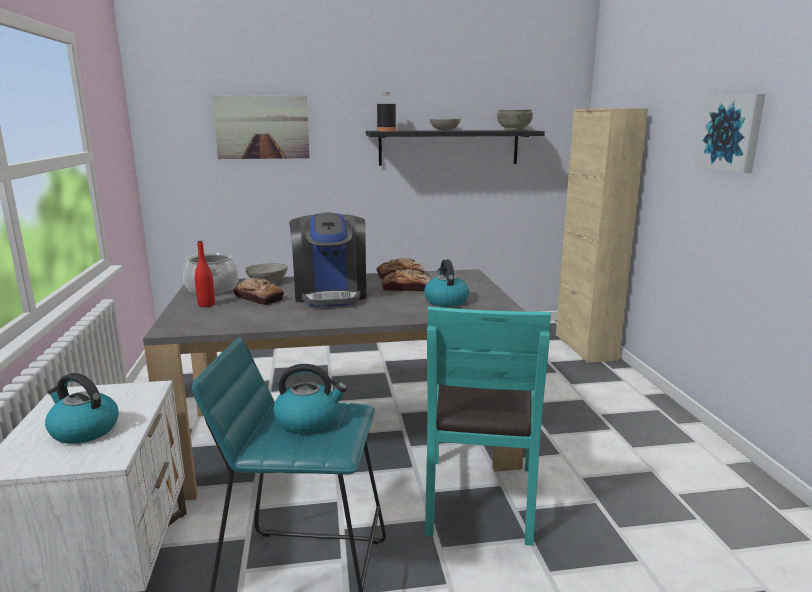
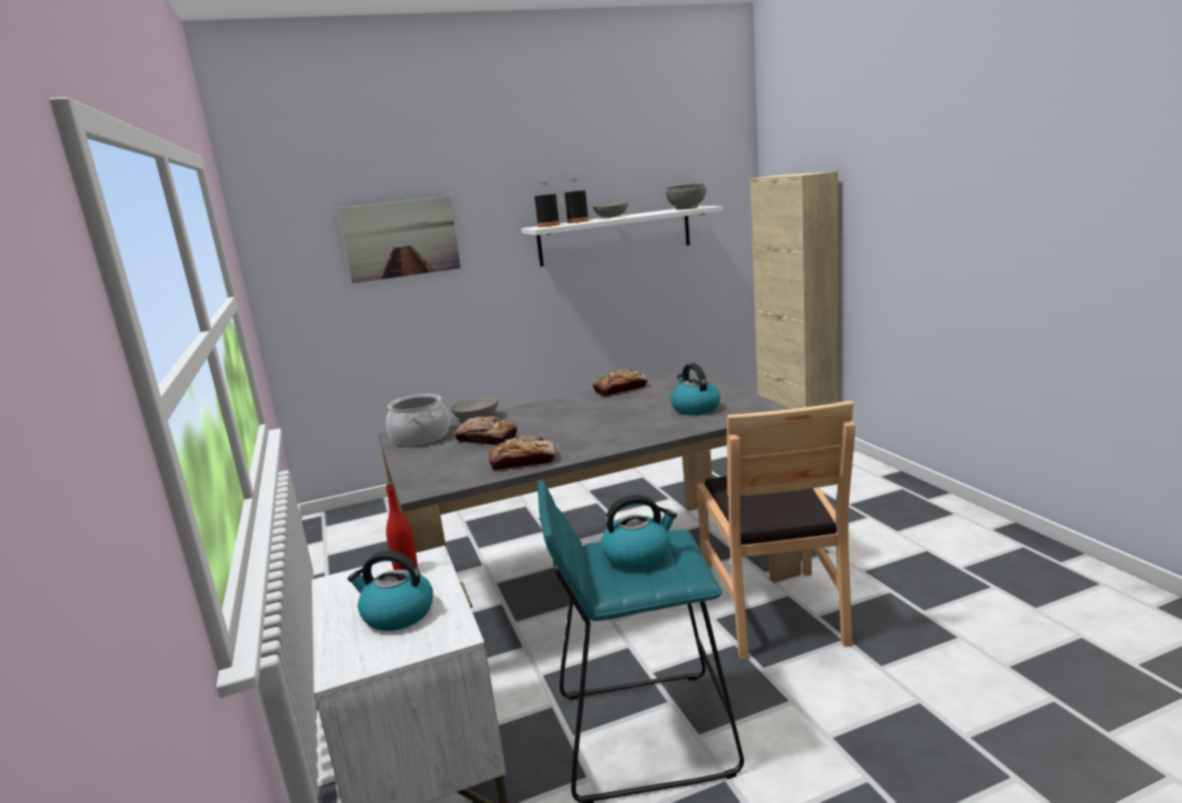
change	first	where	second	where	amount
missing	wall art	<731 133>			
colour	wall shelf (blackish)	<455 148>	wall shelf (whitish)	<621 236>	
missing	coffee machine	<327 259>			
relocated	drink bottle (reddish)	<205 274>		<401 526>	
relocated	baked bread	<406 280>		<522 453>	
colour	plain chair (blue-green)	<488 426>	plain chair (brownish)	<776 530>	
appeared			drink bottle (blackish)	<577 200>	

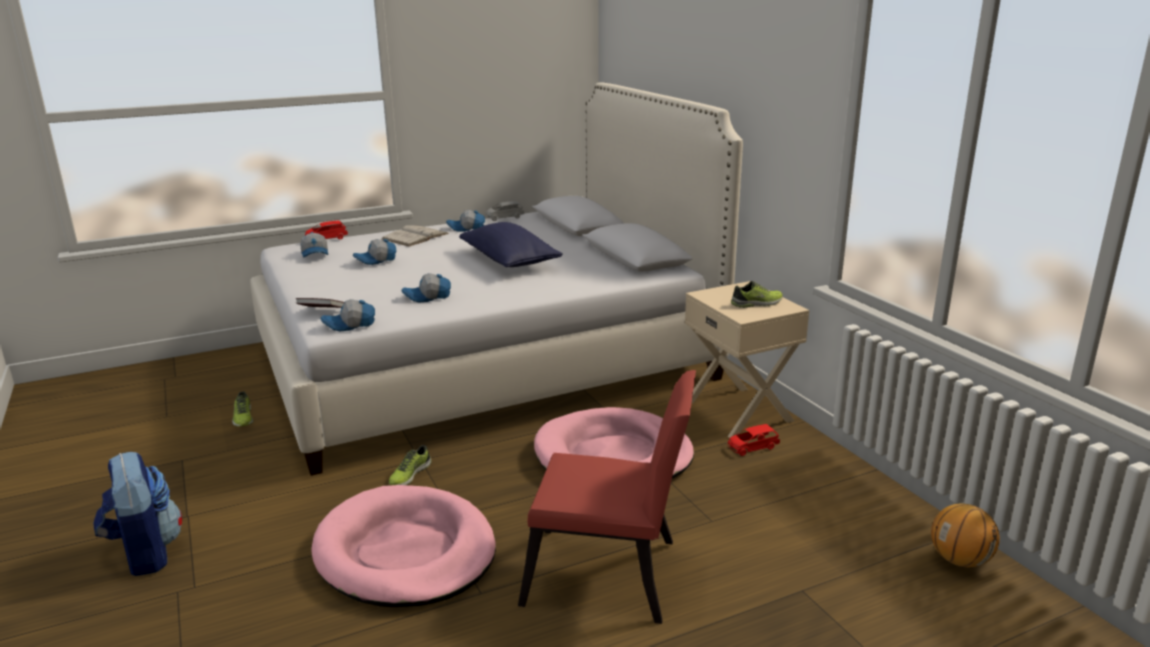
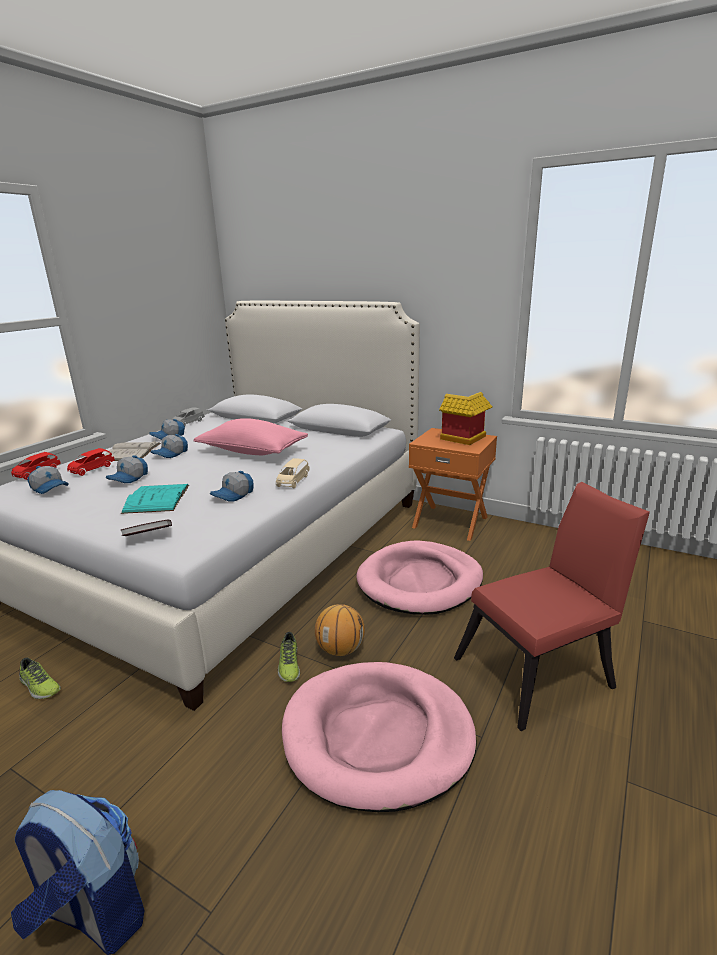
change	first	where	second	where	amount
colour	pillow (blue)	<511 244>	pillow (pink-coloured)	<250 436>	
colour	night table (beige-coloured)	<747 359>	night table (orangey)	<453 484>	
exchanged	low shoe	<757 294>	miniature house	<466 418>	
relocated	cap	<348 315>		<169 446>	
relocated	model car (reddish)	<754 440>		<91 462>	
relocated	basketball ball	<965 535>		<340 630>	
appeared			model car (beige-coloured)	<293 473>	
appeared			book (blue-green)	<155 499>	

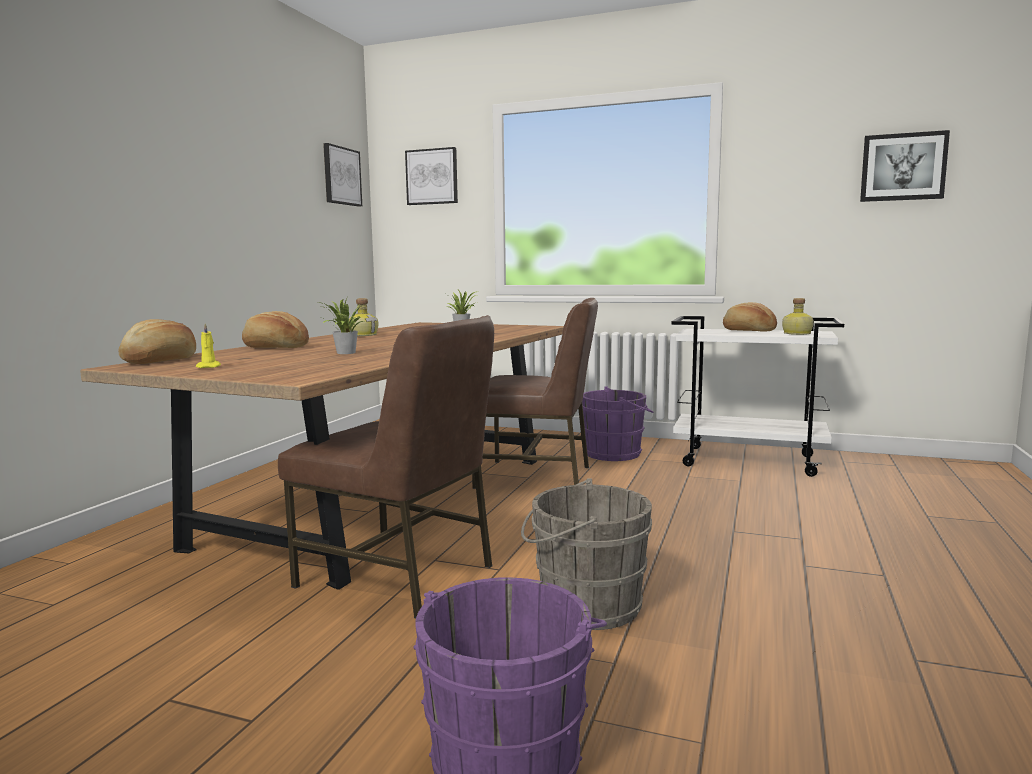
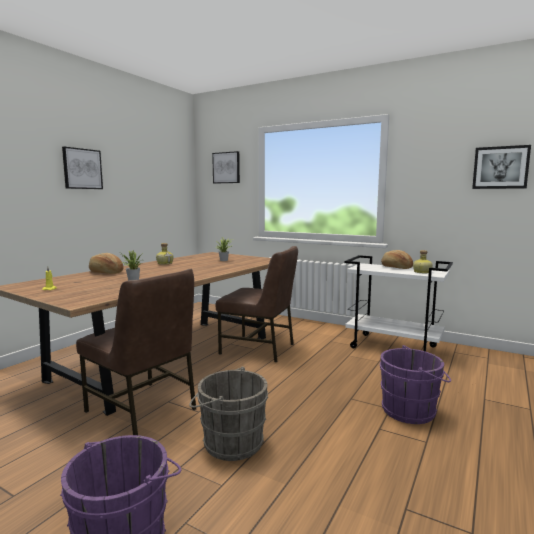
change	first	where	second	where	amount
relocated	wall art	<342 175>		<82 168>	
missing	baked bread	<157 341>			
relocated	bucket (purple-coloured)	<617 423>		<415 384>	

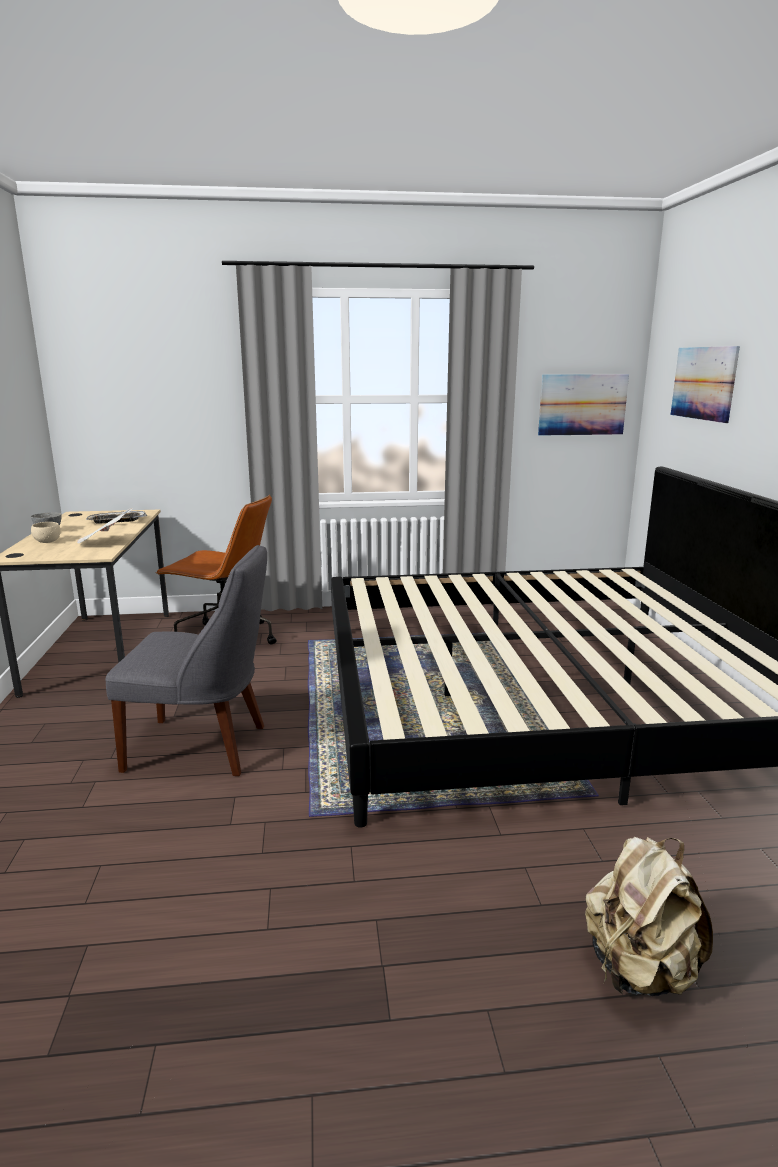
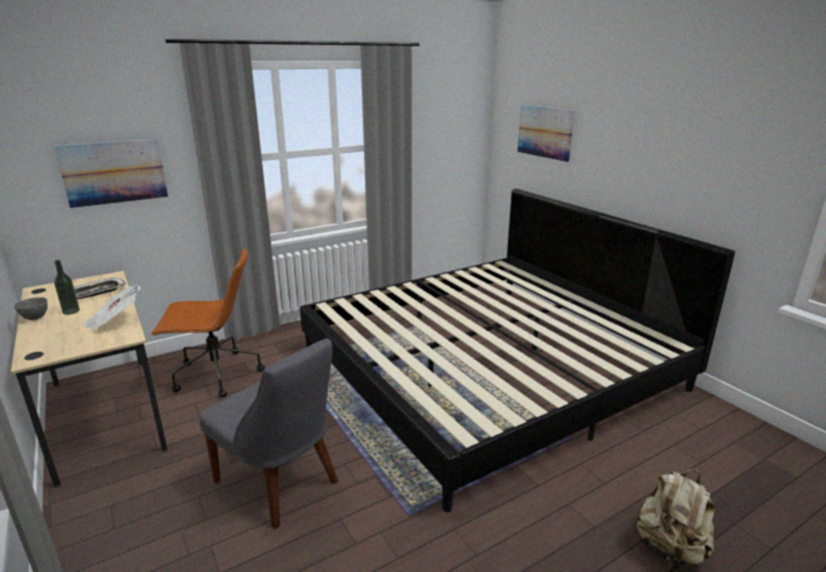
change	first	where	second	where	amount
relocated	wall art	<583 405>		<111 173>	
missing	serving bowl (beige-coloured)	<46 532>			
spun	plain chair (grey)	<186 660>		<268 433>	60 degrees clockwise
appeared			drink bottle	<67 287>	

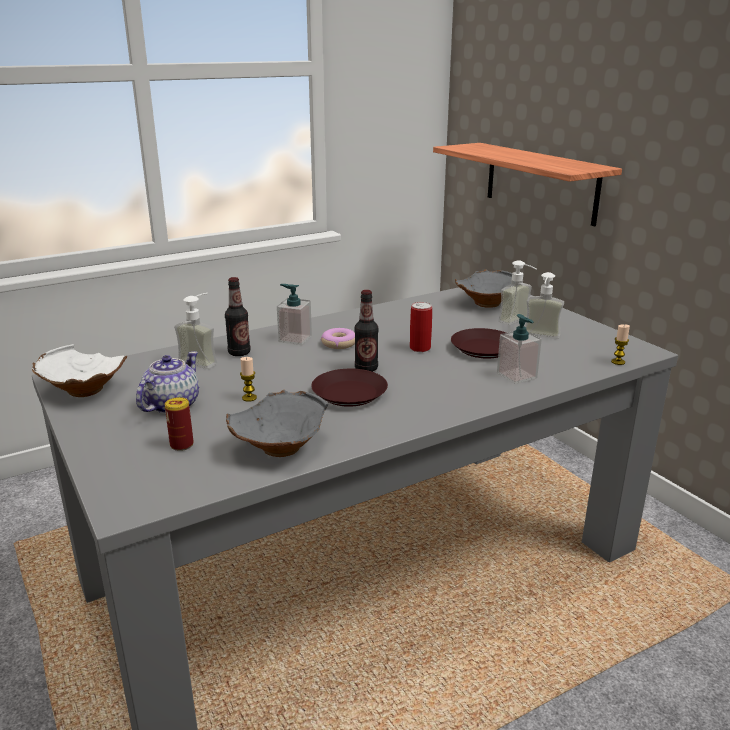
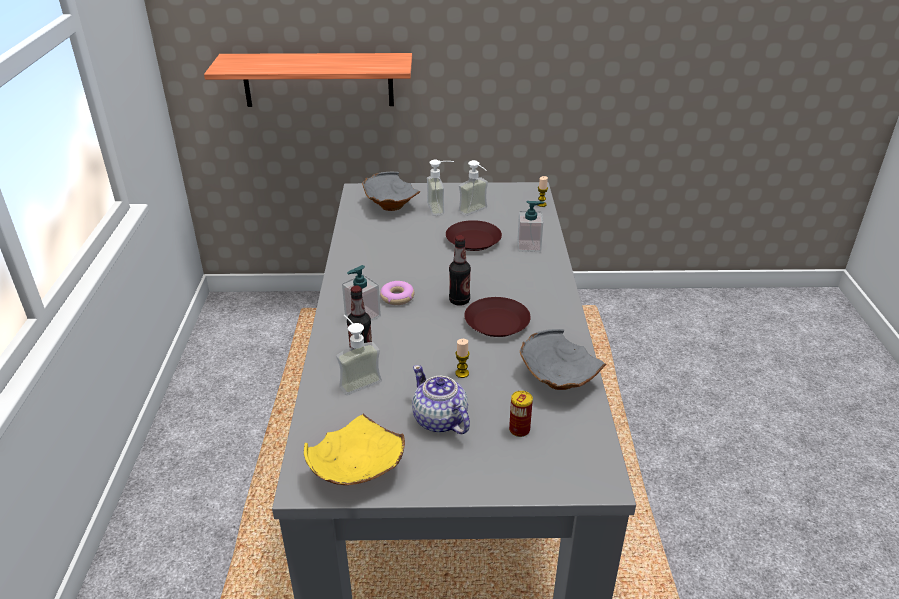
change	first	where	second	where	amount
missing	can	<421 327>			
colour	serving bowl (whitish)	<79 370>	serving bowl (yellowish)	<354 449>	

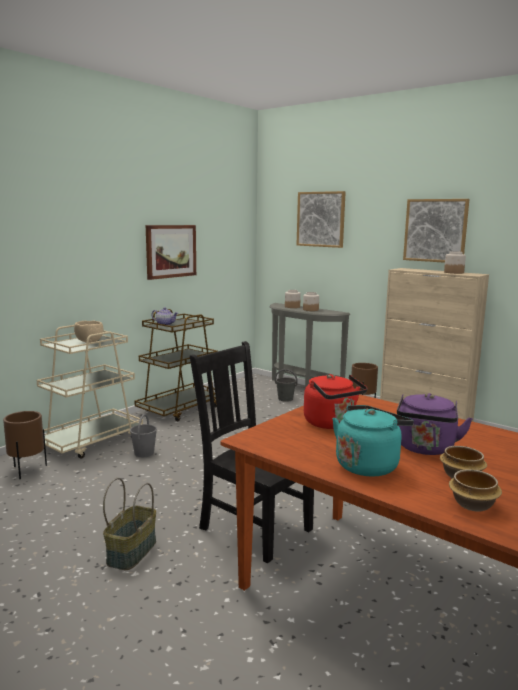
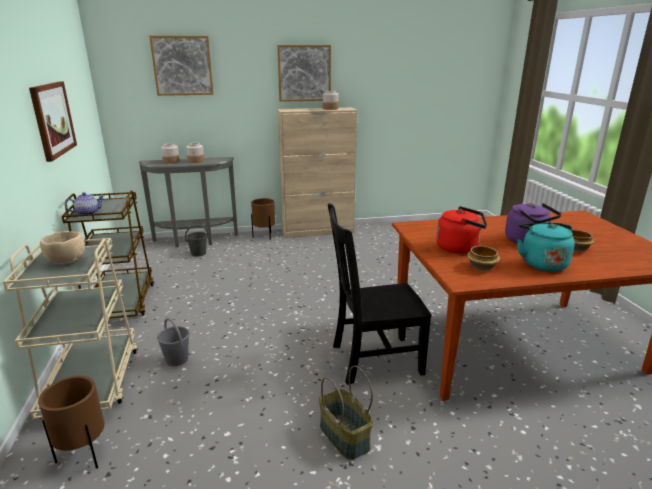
change	first	where	second	where	amount
relocated	serving bowl	<475 490>		<483 258>	

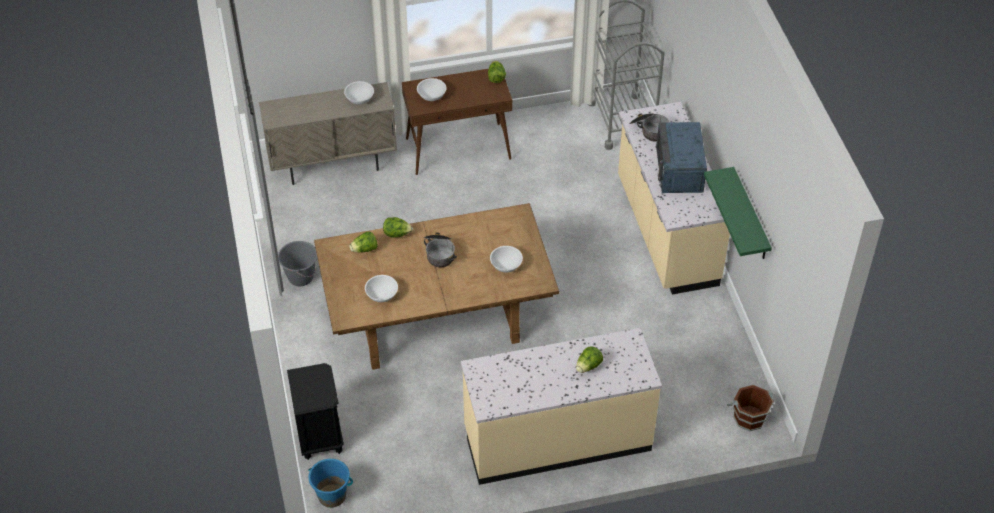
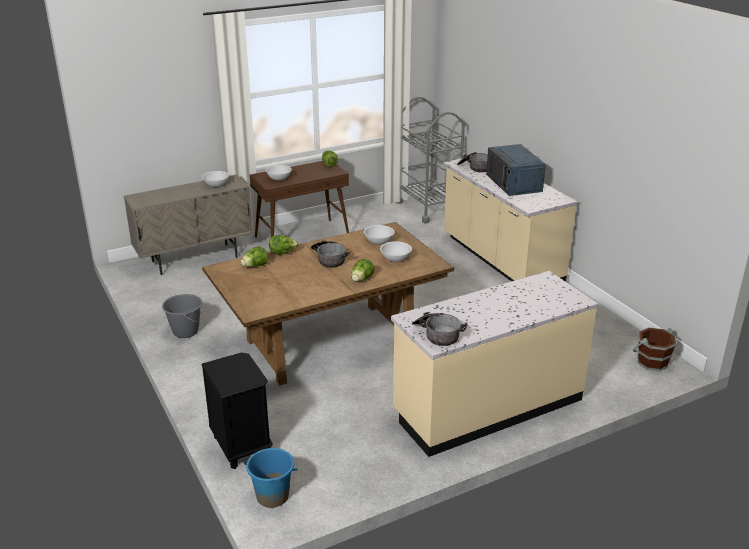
change	first	where	second	where	amount
missing	wall shelf (greenish)	<738 213>			
relocated	serving bowl (whitish)	<381 288>		<379 234>	
relocated	lettuce head	<589 359>		<363 270>	
appeared			cooking pot	<440 329>	

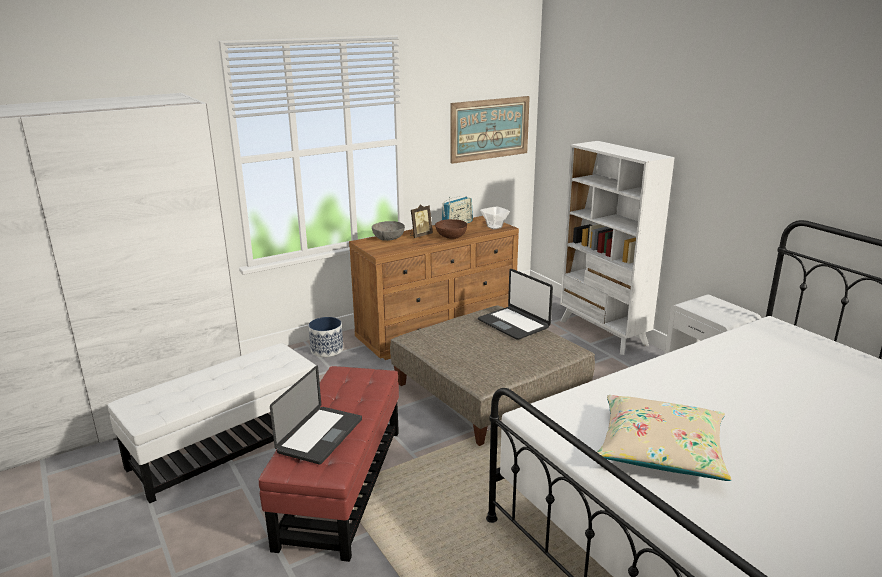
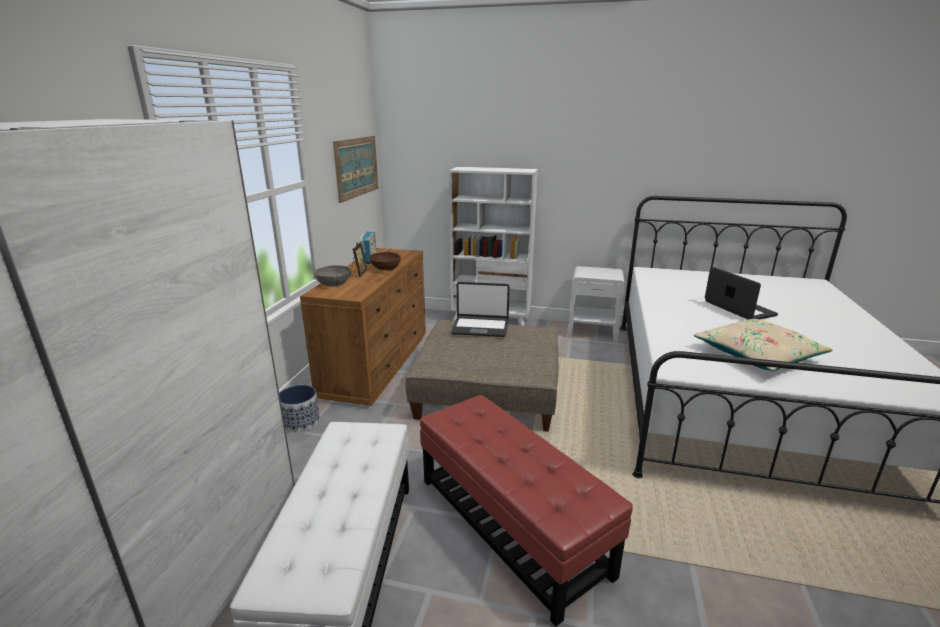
change	first	where	second	where	amount
missing	serving bowl	<495 217>			
relocated	portable computer	<316 414>		<741 293>	

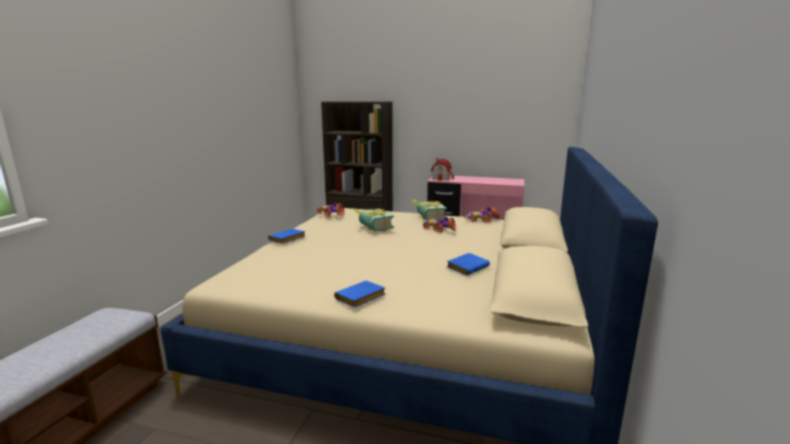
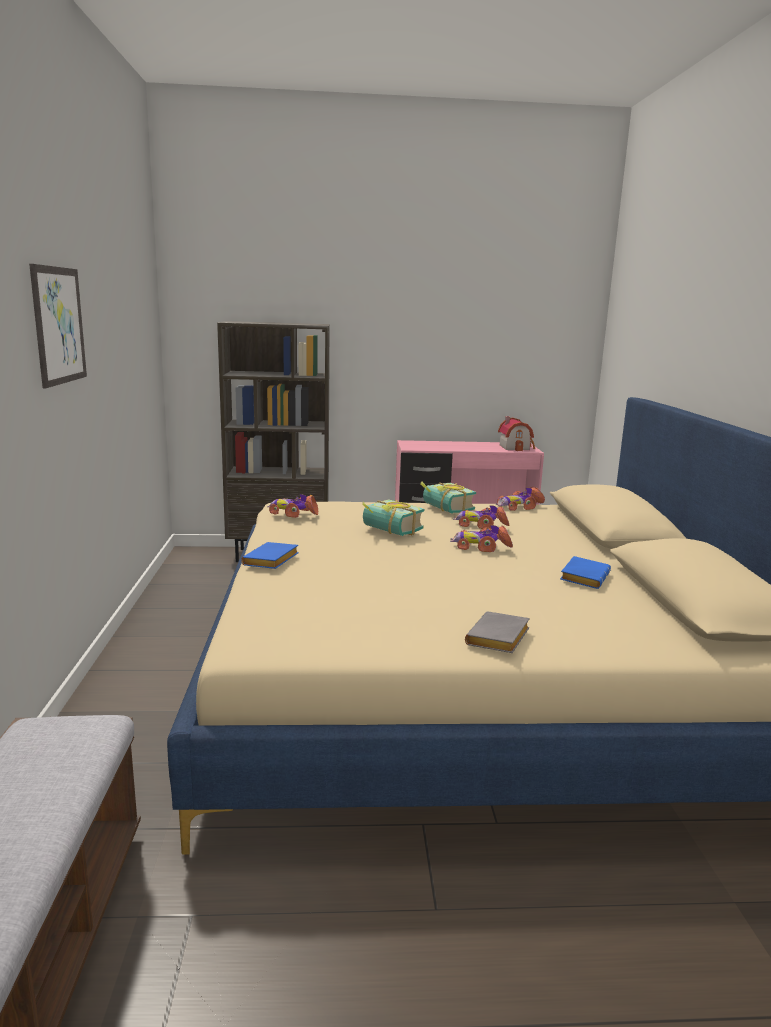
change	first	where	second	where	amount
relocated	miniature house	<442 169>		<516 433>	
colour	book (blue)	<359 294>	book (grey)	<497 632>	
appeared			wall art	<58 326>	
appeared			model car	<481 538>	

